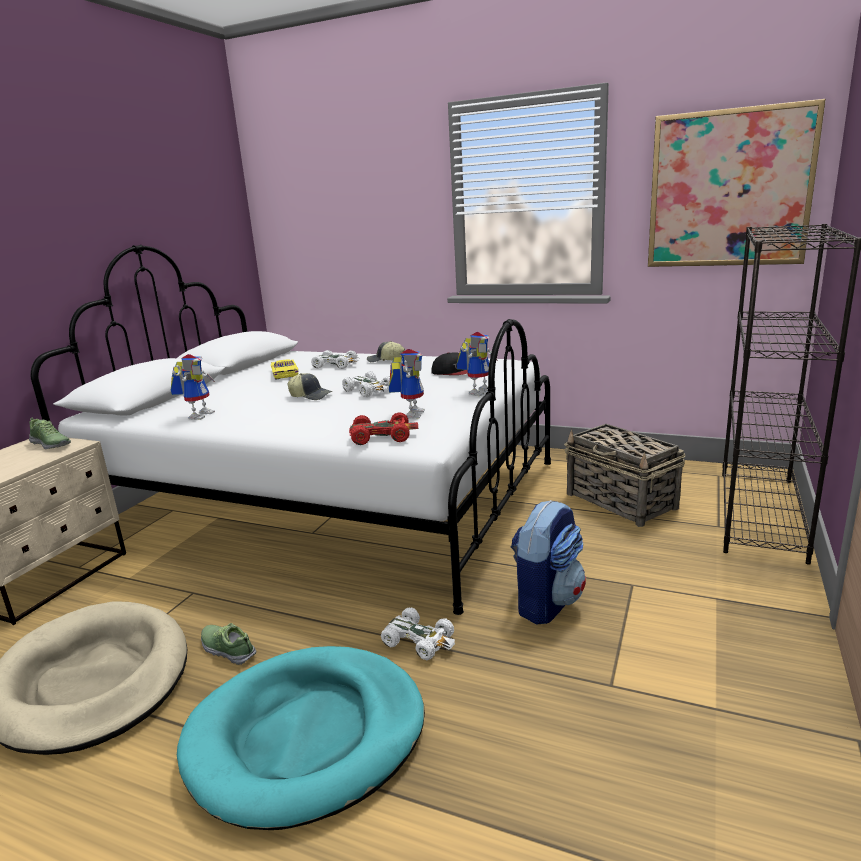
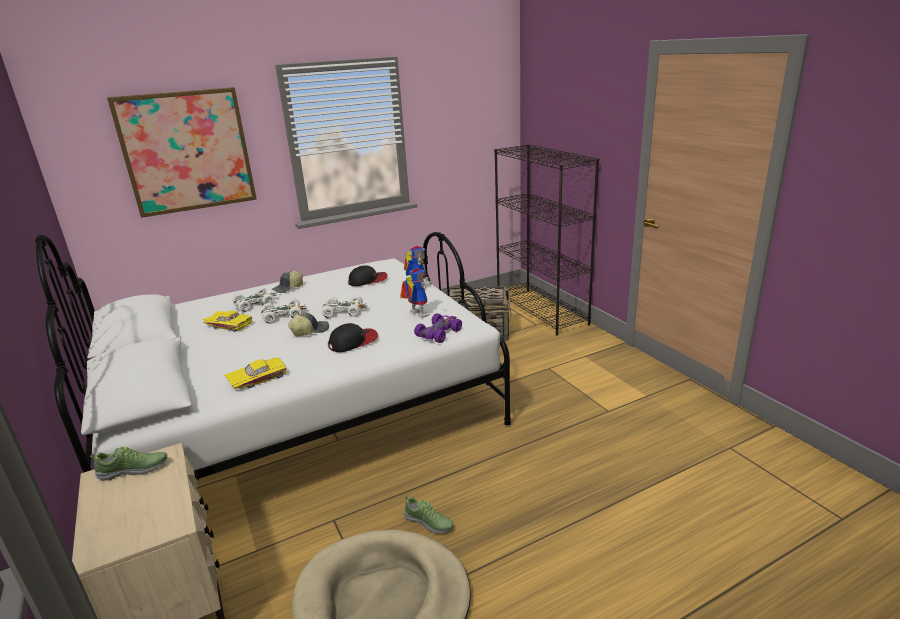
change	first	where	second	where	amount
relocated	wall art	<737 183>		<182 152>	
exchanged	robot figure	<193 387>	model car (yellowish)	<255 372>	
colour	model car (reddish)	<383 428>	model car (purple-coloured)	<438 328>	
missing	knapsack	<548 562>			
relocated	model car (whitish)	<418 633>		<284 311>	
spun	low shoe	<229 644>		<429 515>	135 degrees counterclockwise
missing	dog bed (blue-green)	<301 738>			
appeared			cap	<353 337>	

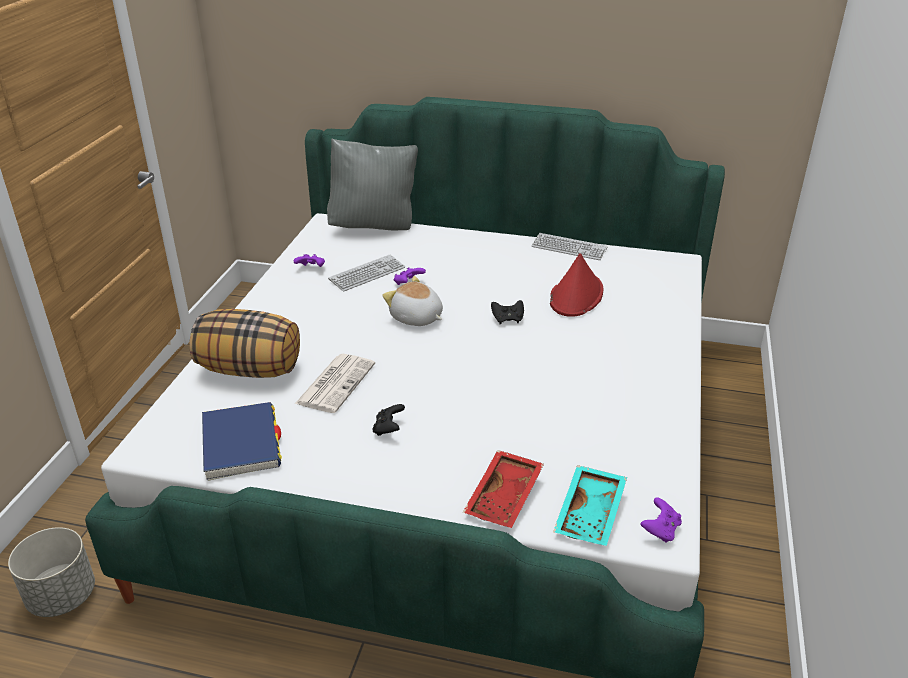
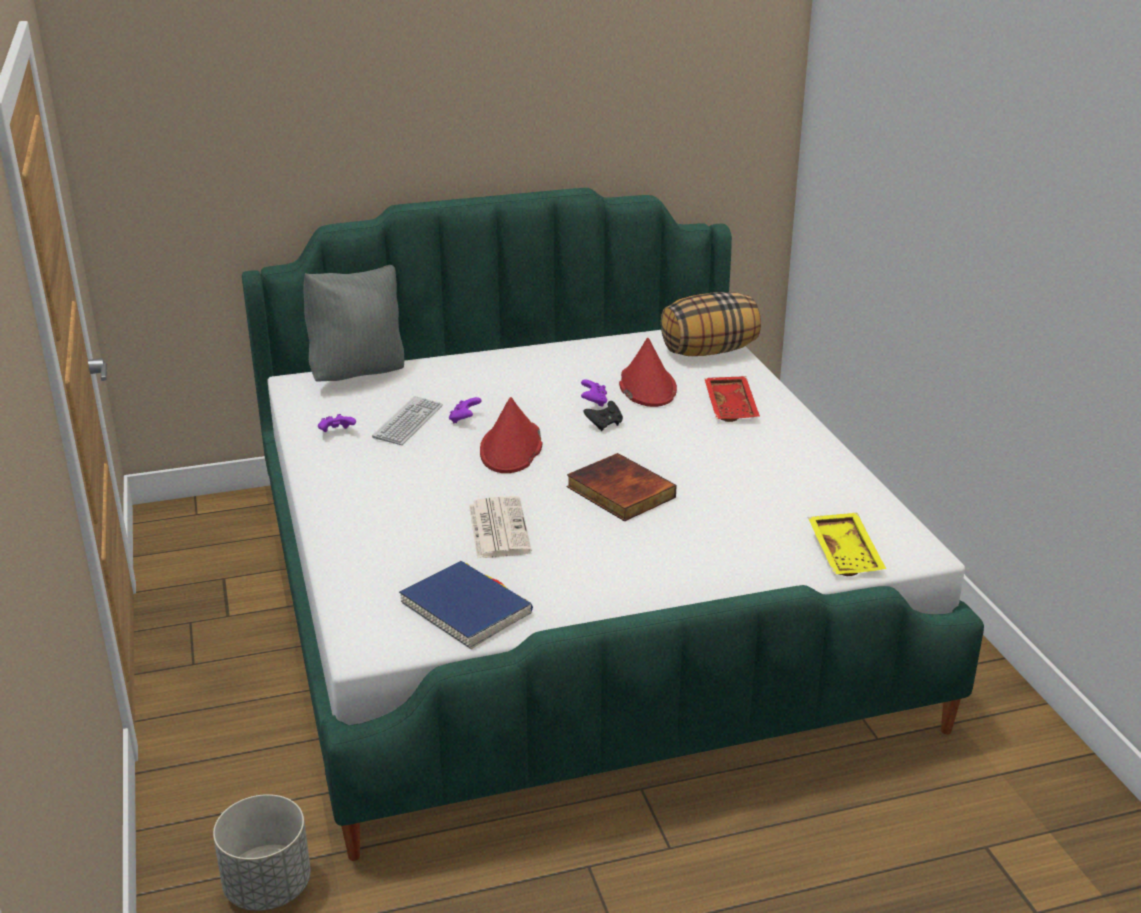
change	first	where	second	where	amount
missing	keyboard	<569 246>			
exchanged	cuddly toy	<413 301>	clothing hat (reddish)	<511 435>	
relocated	pillow	<244 343>		<711 324>	
missing	gamepad (blackish)	<388 420>			
relocated	tray (reddish)	<503 489>		<732 399>	
colour	tray (blue-green)	<590 505>	tray (yellowish)	<847 544>	
relocated	gamepad (purple-coloured)	<661 520>		<594 393>	
appeared			book	<622 487>	

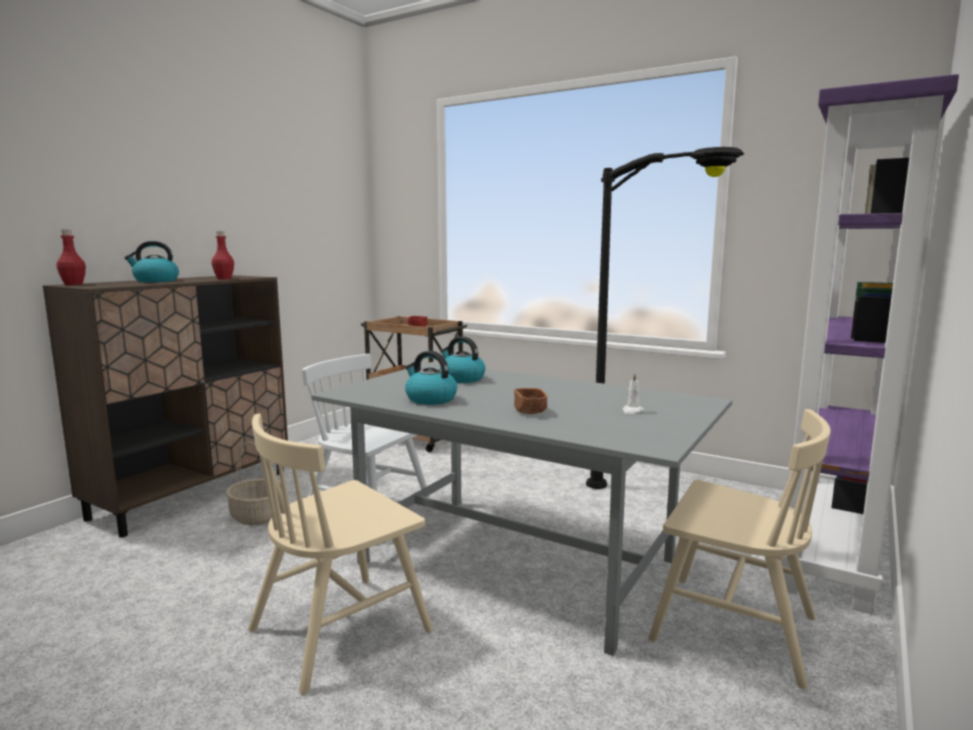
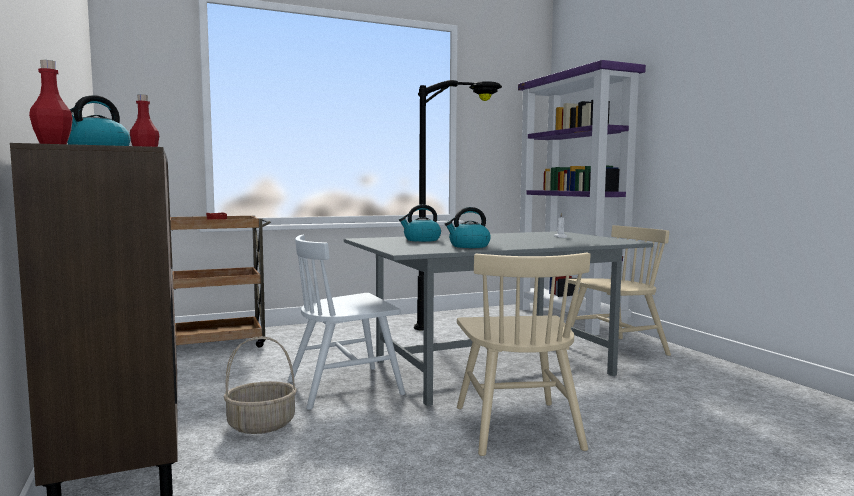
change	first	where	second	where	amount
missing	serving bowl (brownish)	<530 401>			

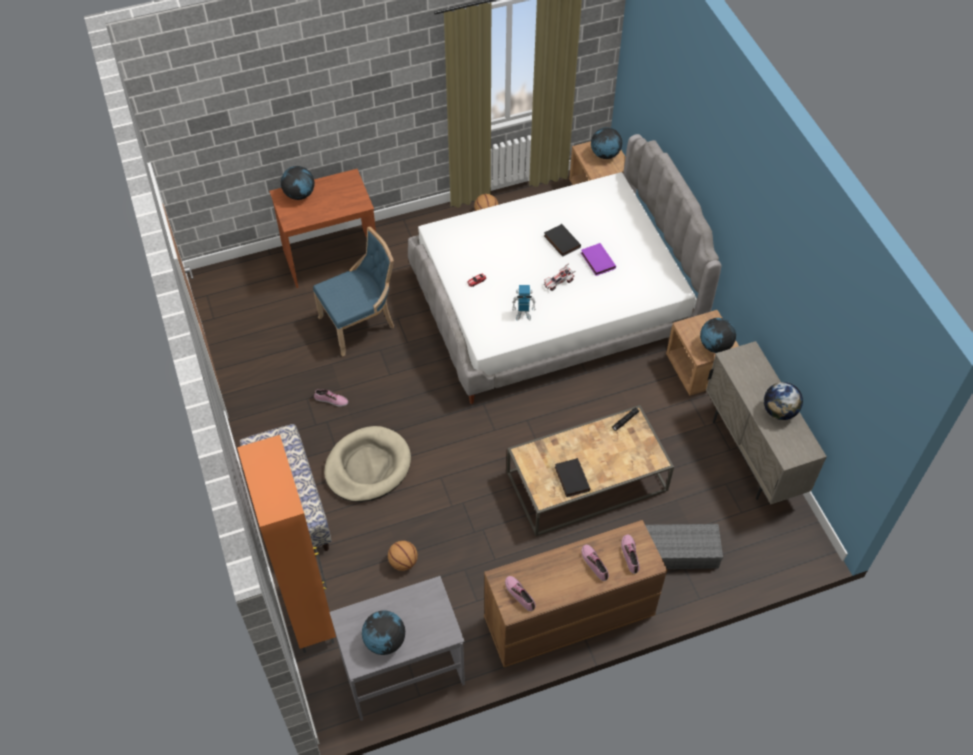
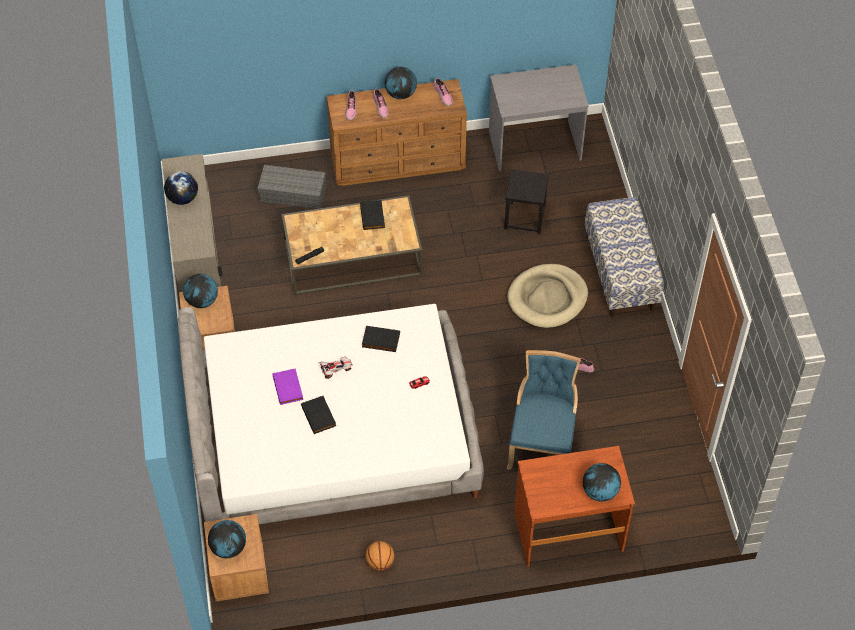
change	first	where	second	where	amount
spun	plain chair (blue)	<353 292>		<544 410>	120 degrees clockwise
exchanged	robot figure	<524 303>	book (blackish)	<381 339>	
missing	storage cabinet (orangey)	<286 544>			
exchanged	basketball ball	<403 555>	sitting stool (blackish)	<526 201>	
relocated	desk globe	<383 633>		<401 83>	

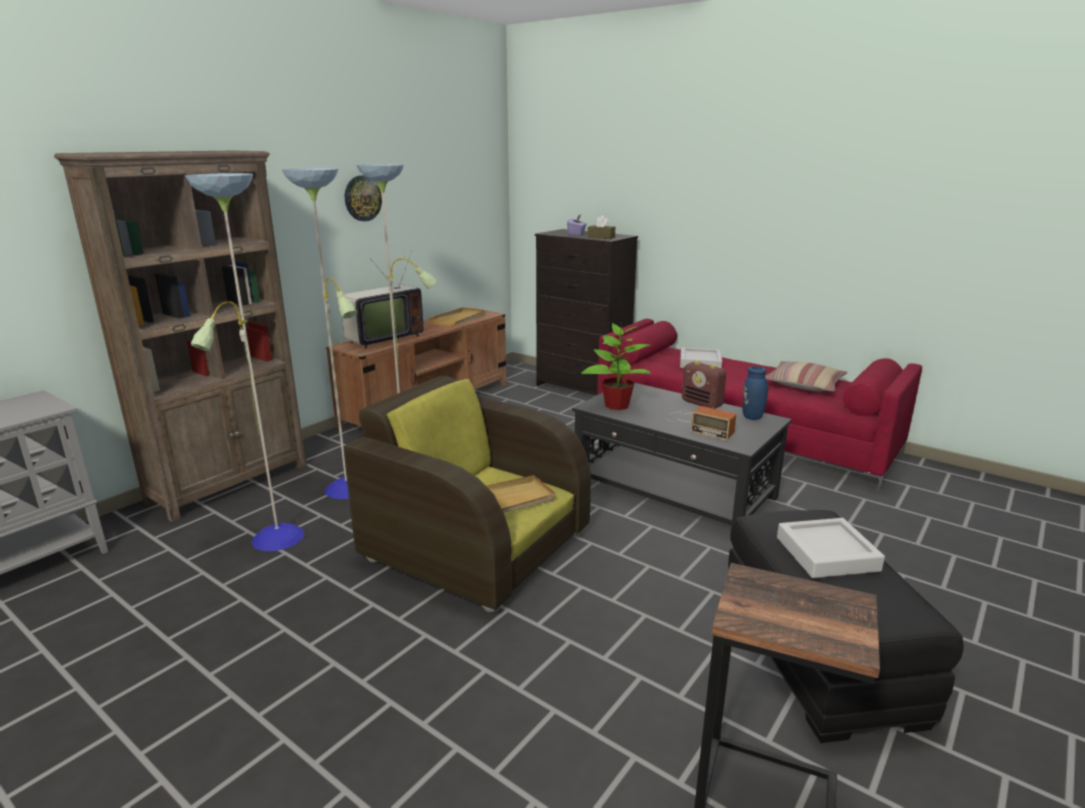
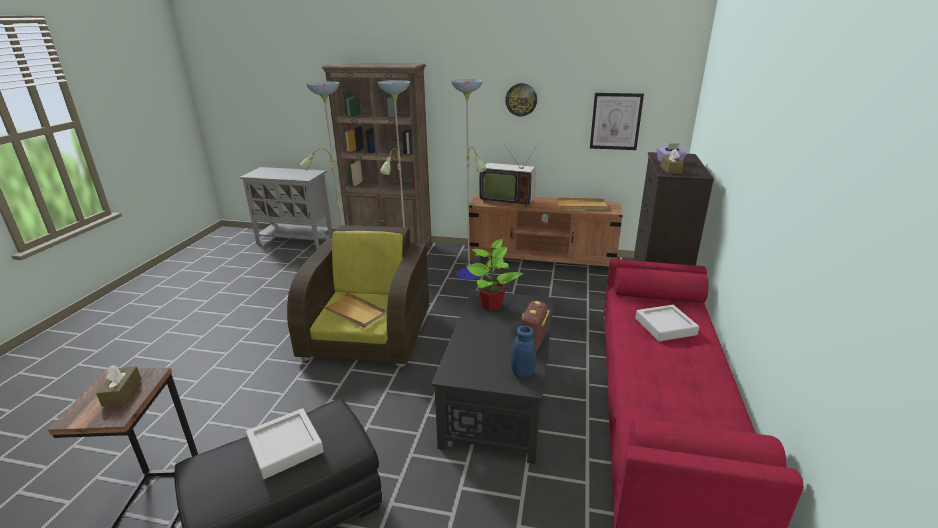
change	first	where	second	where	amount
missing	pillow	<806 376>			
missing	radio	<701 423>			
appeared			wall art	<617 121>	
appeared			tissue holder (brownish)	<119 386>	

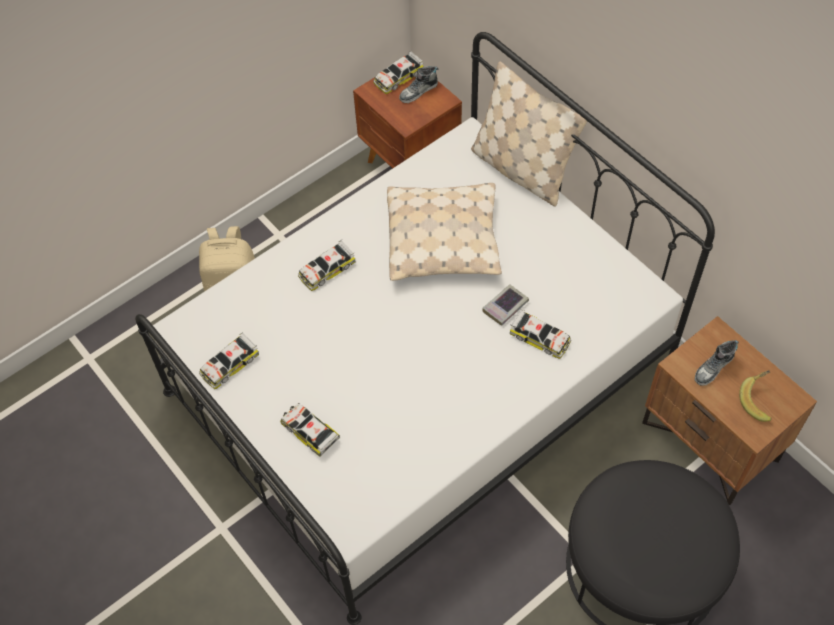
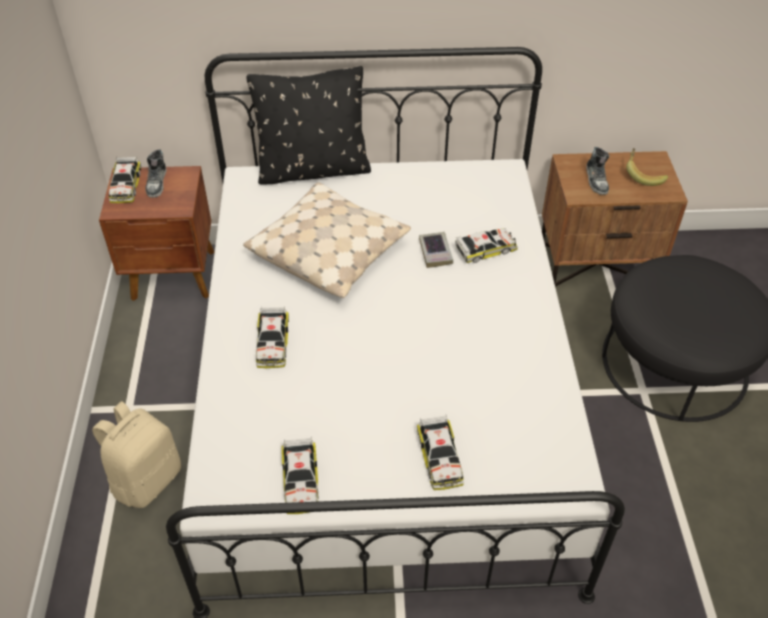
change	first	where	second	where	amount
colour	pillow (beige-coloured)	<529 134>	pillow (blackish)	<308 125>	
spun	model car	<310 430>		<440 452>	90 degrees counterclockwise

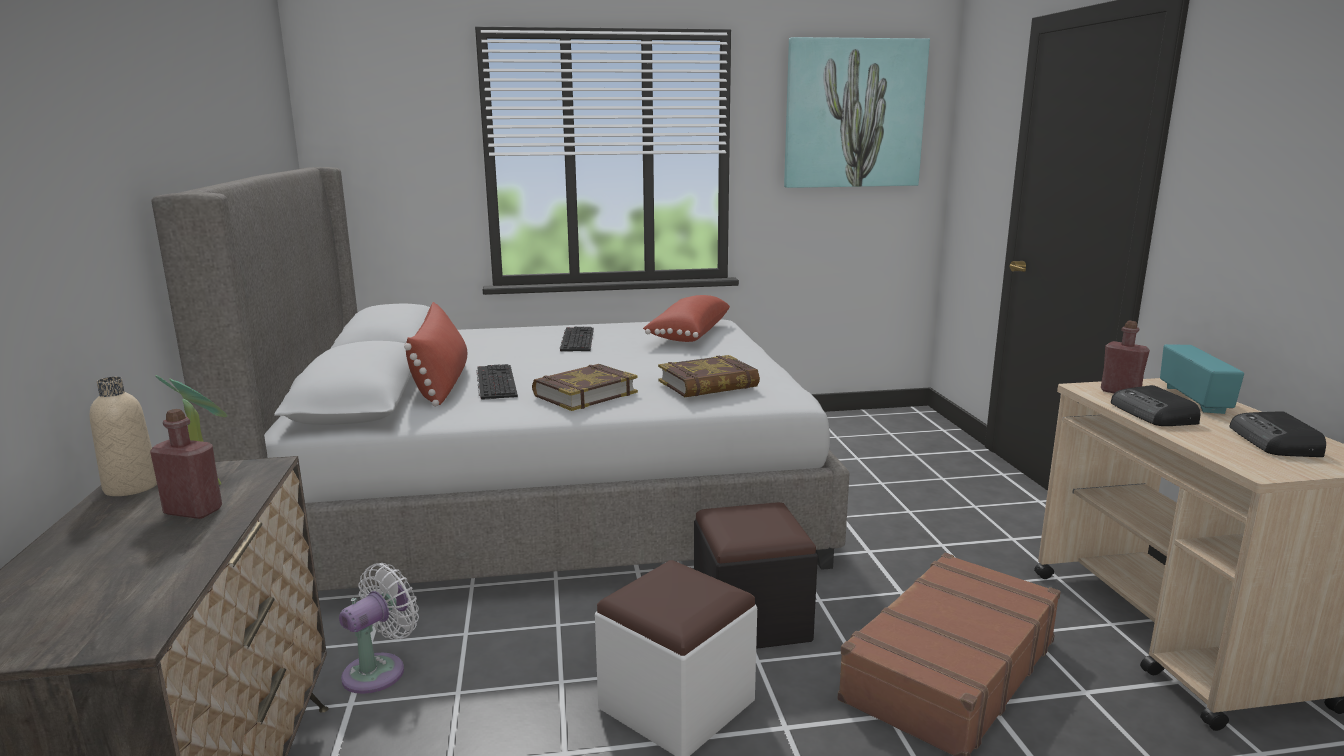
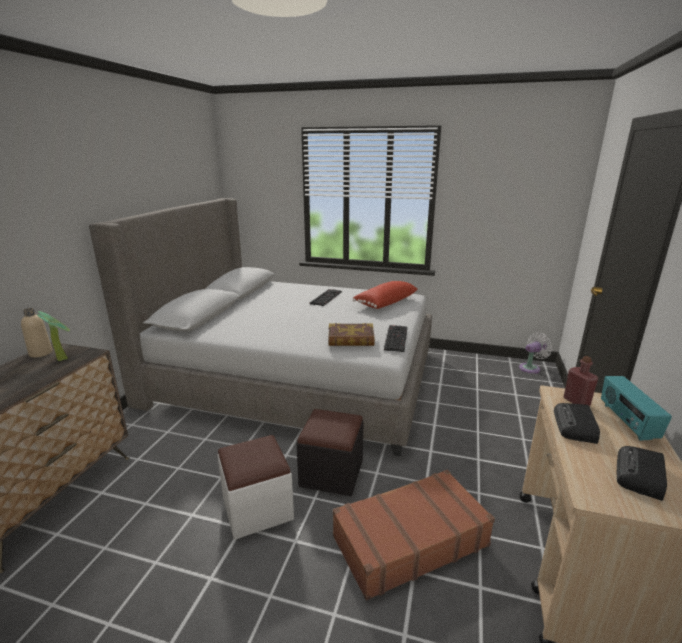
change	first	where	second	where	amount
missing	wall art	<857 112>			
missing	pillow (reddish)	<435 354>			
spun	radio	<1202 379>		<636 408>	150 degrees clockwise
relocated	keyboard	<497 382>		<396 338>	
missing	book	<585 387>			
missing	drink bottle (reddish)	<186 464>			
relocated	cooling fan (whitish)	<379 628>		<535 353>	

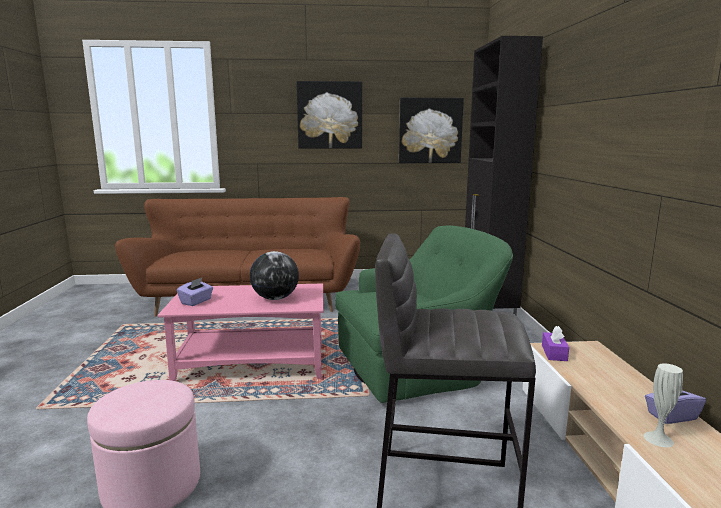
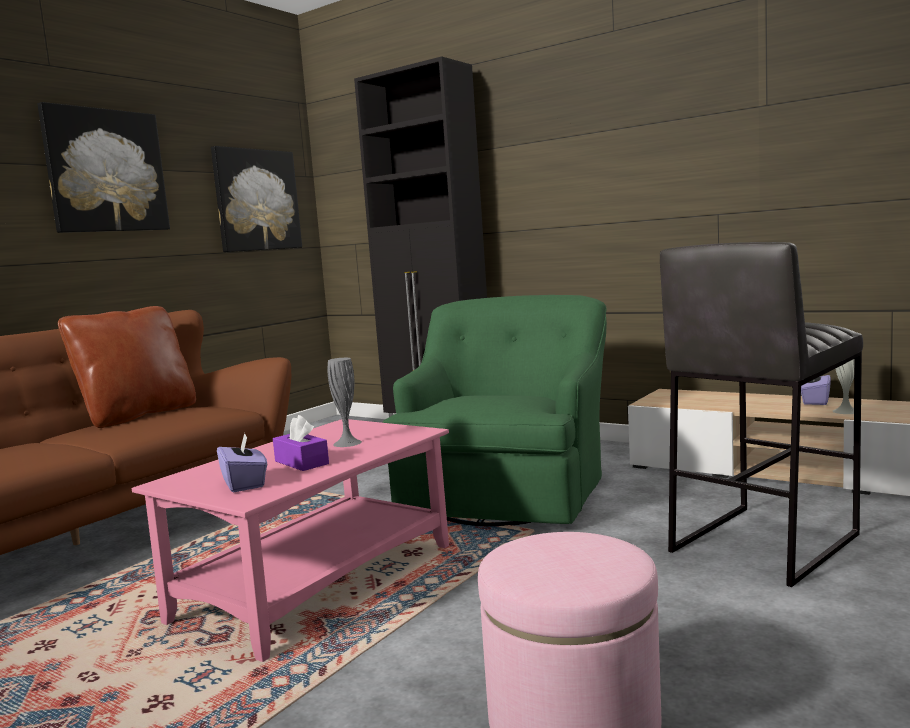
change	first	where	second	where	amount
exchanged	desk globe	<274 275>	vase (grey)	<345 402>	
relocated	tissue holder (purple-coloured)	<555 343>		<301 443>	
appeared			pillow (brownish)	<127 367>	

